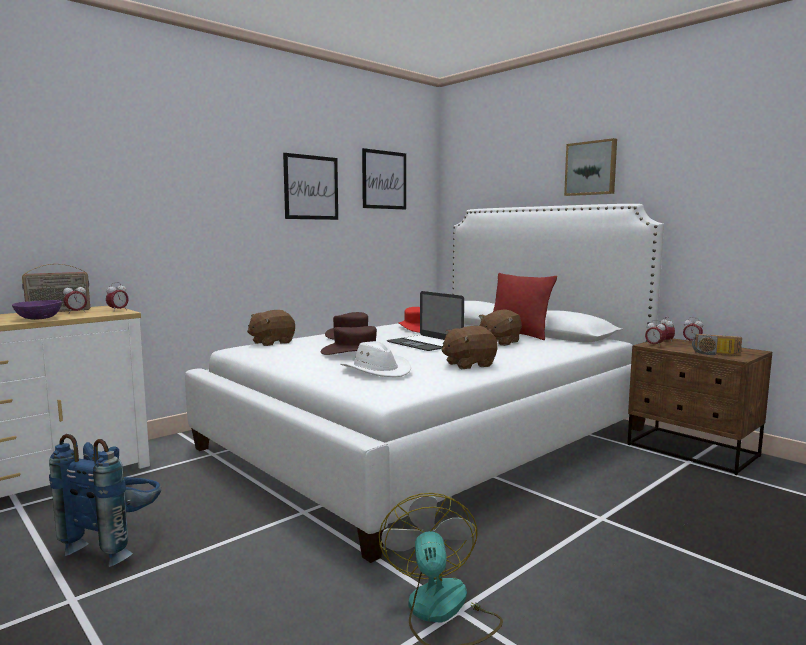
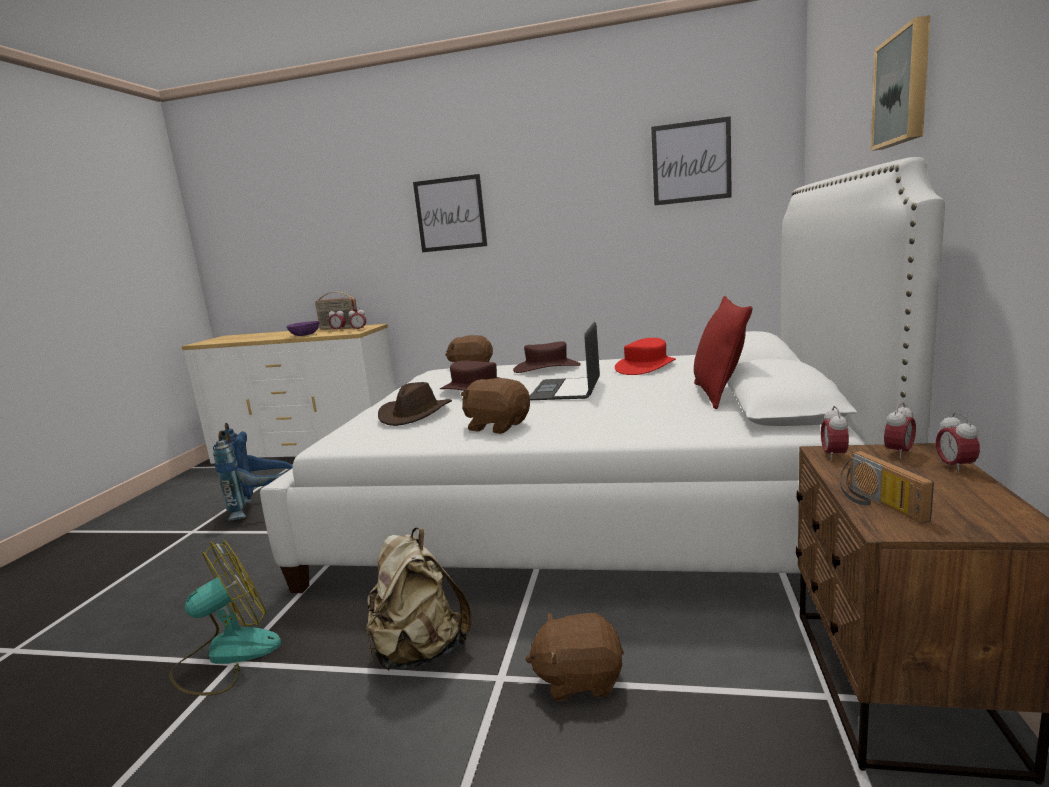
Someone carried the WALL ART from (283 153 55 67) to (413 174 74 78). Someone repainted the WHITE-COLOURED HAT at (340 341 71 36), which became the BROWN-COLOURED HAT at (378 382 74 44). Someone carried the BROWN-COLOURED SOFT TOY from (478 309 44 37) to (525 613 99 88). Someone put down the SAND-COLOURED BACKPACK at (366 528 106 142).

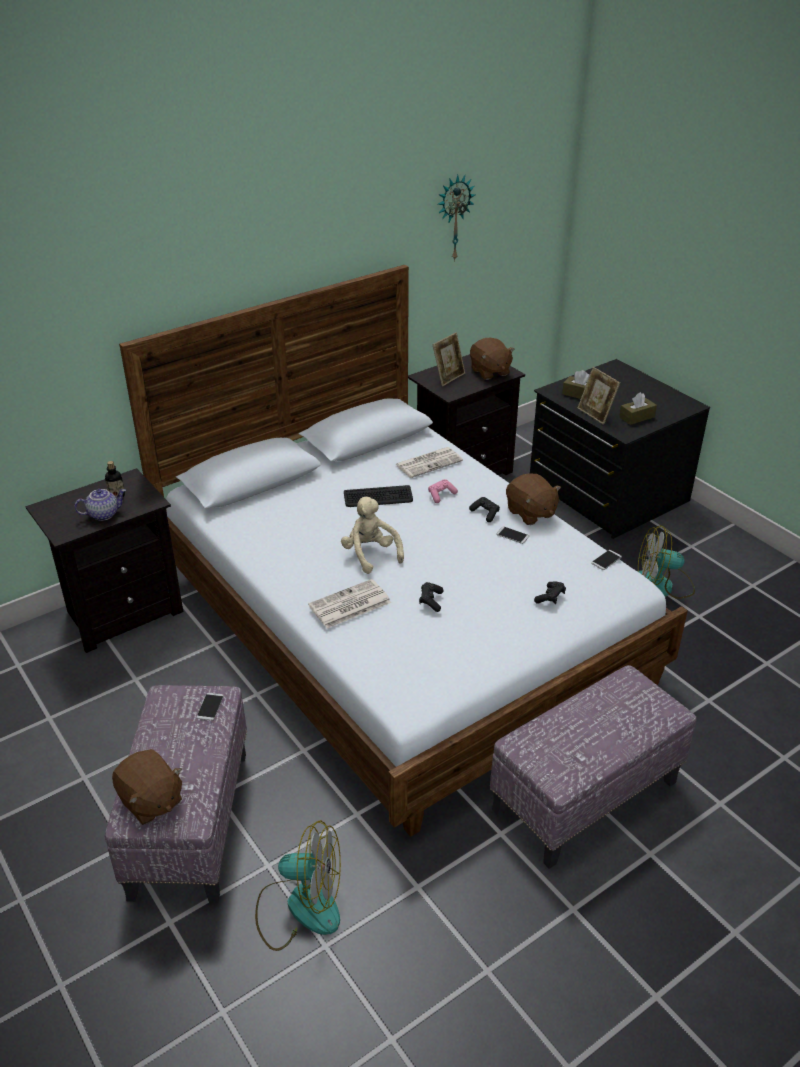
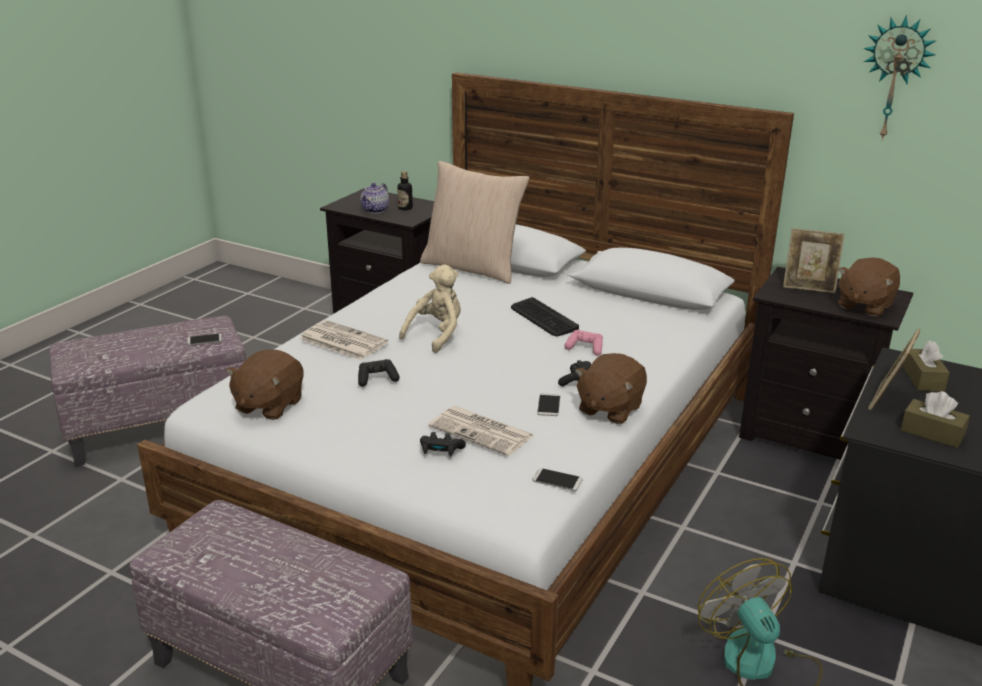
Someone rotated the TEAPOT at (74 489 52 32) by 75 degrees clockwise. Someone carried the BROWN-COLOURED SOFT TOY from (112 749 70 76) to (226 350 78 70). Someone took away the FAN at (255 820 86 131). Someone carried the NEWSPAPER from (395 447 68 31) to (429 406 106 50). Someone put down the SAND-COLOURED PILLOW at (420 161 110 123).

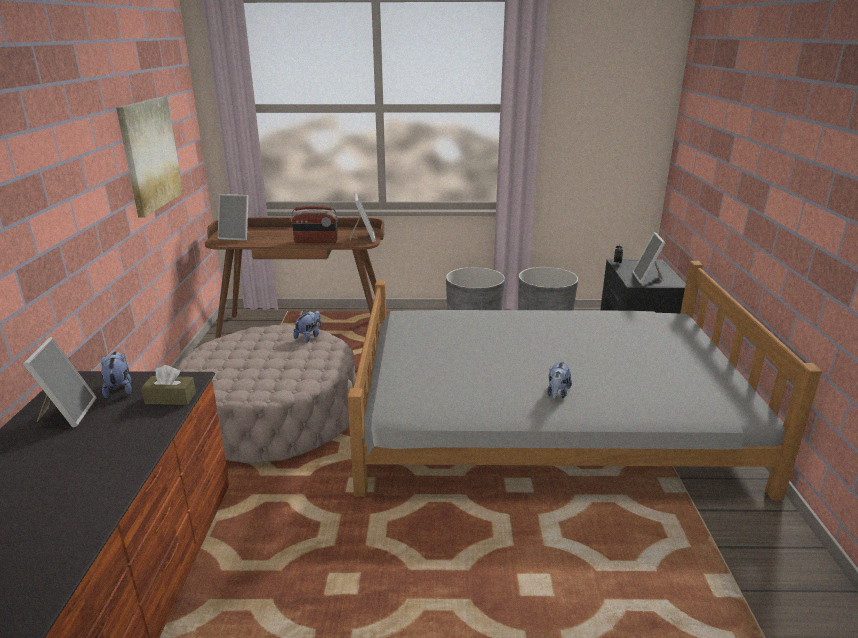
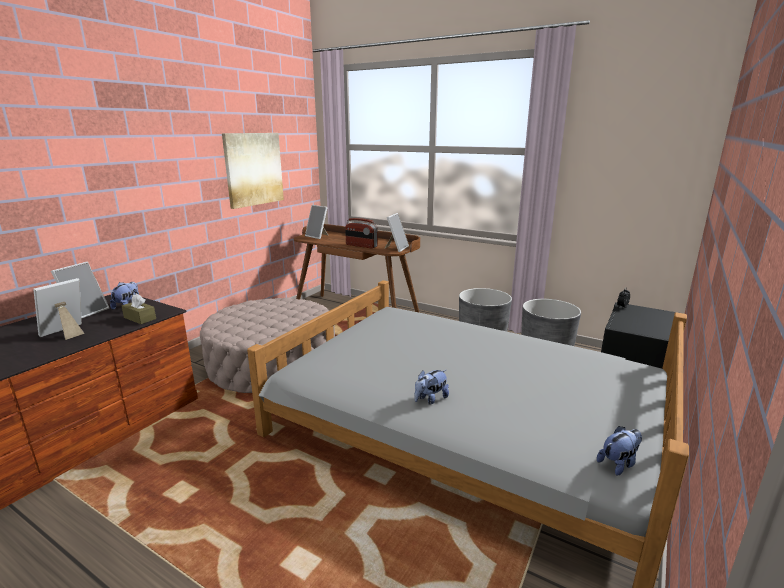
Someone carried the SOFT TOY from (293 310 28 32) to (597 426 45 50). Someone carried the PICTURE FRAME from (632 232 33 52) to (33 278 52 62).

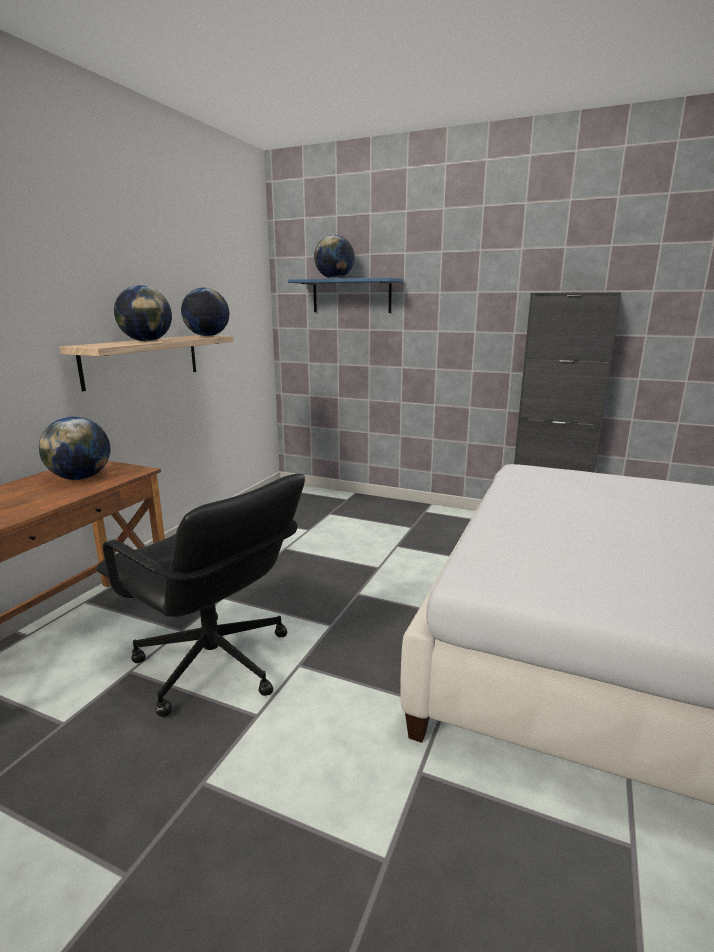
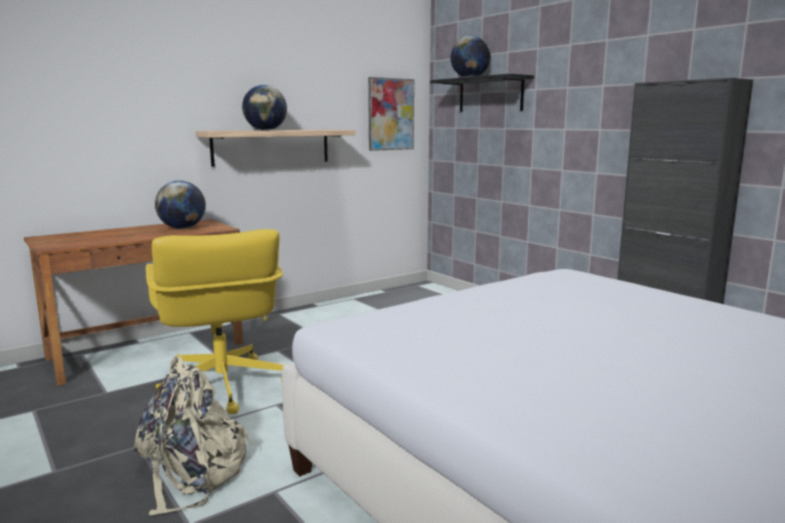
Someone repainted the BLACK DESK CHAIR at (96 474 209 243), which became the YELLOWISH DESK CHAIR at (146 229 139 185). Someone took away the GLOBE at (181 288 48 48). Someone repainted the BLUE WALL SHELF at (288 278 115 35), which became the BLACK WALL SHELF at (430 74 104 38). Someone put down the SAND-COLOURED BACKPACK at (134 356 119 160). Someone put up the WALL ART at (368 77 46 74).

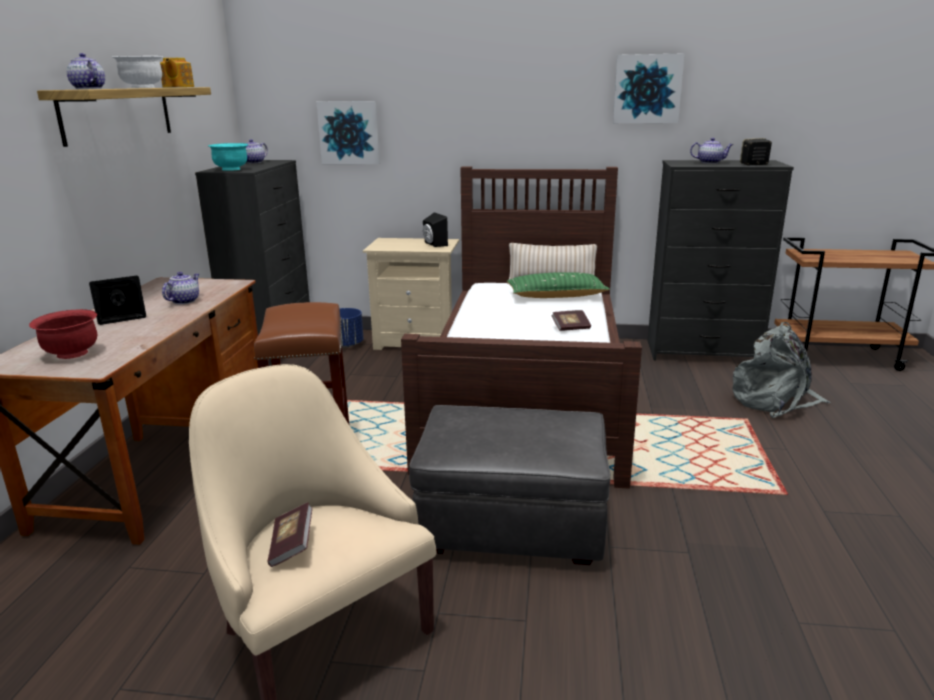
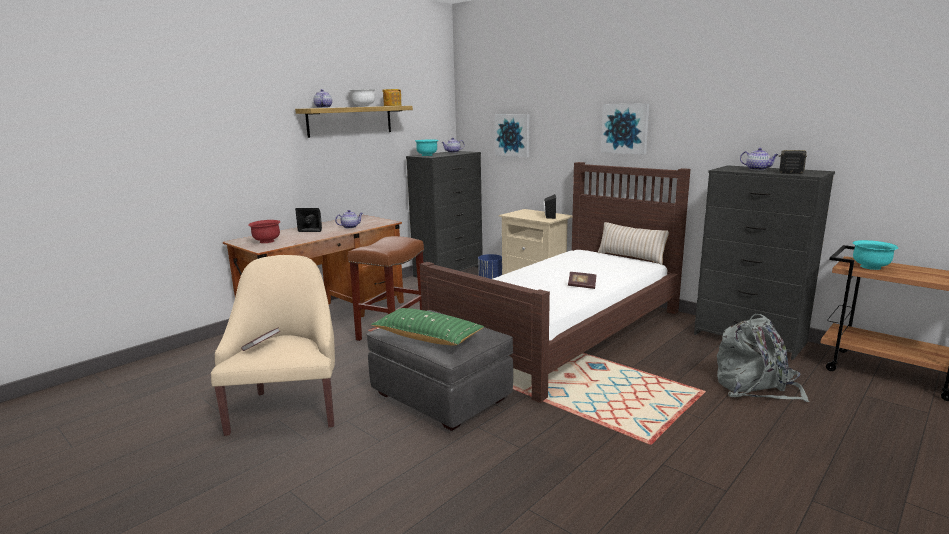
Someone carried the GREENISH PILLOW from (507 272 103 26) to (371 308 113 38). Someone carried the WALL ART from (613 53 72 70) to (601 103 48 51). Someone put down the TURQUOISE BOWL at (853 240 45 30).

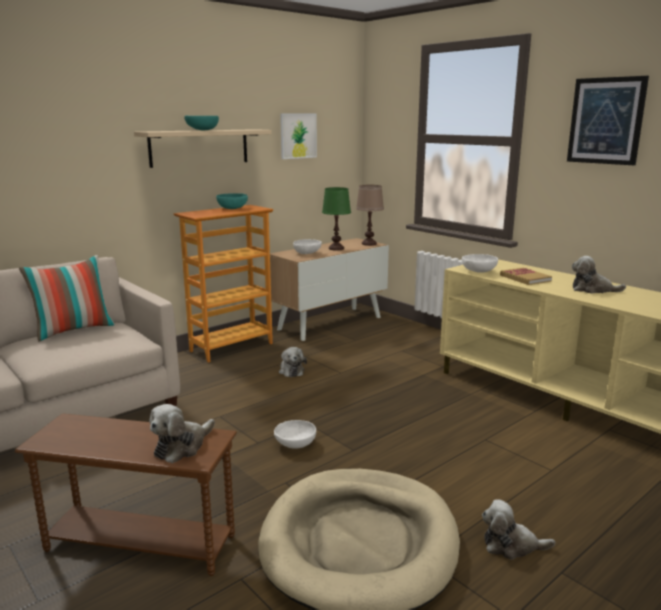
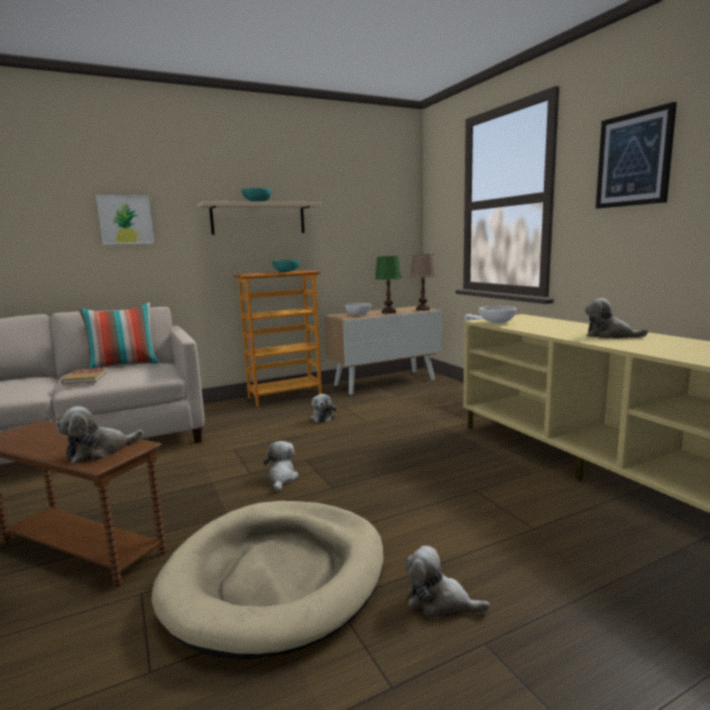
Someone swapped the WHITE-COLOURED BOWL at (274 420 42 29) for the SOFT TOY at (263 441 36 50). Someone carried the WALL ART from (280 113 37 46) to (96 195 58 50). Someone carried the BOOK from (500 268 52 17) to (61 367 46 18).

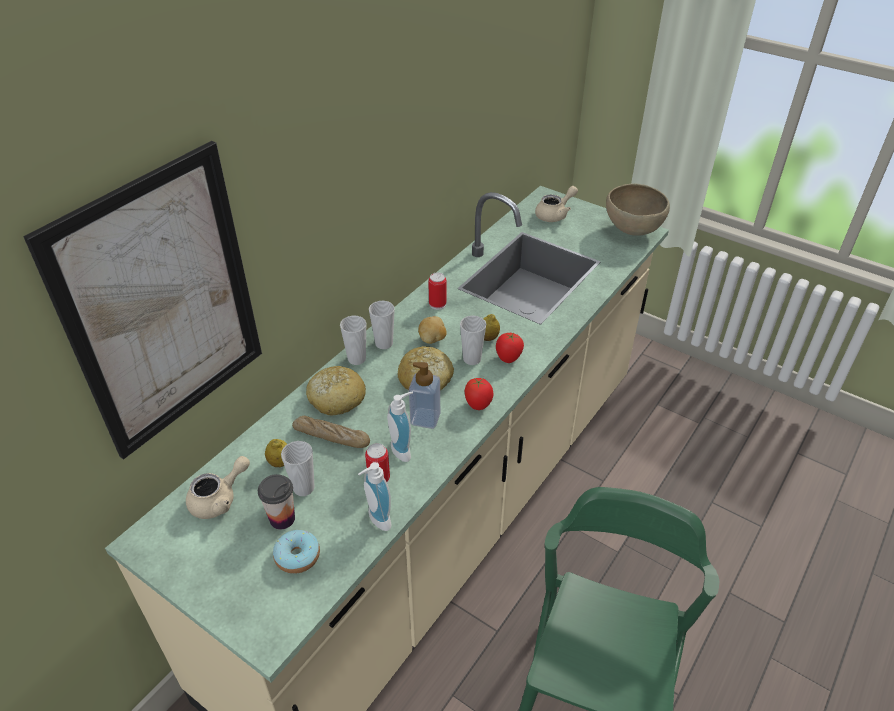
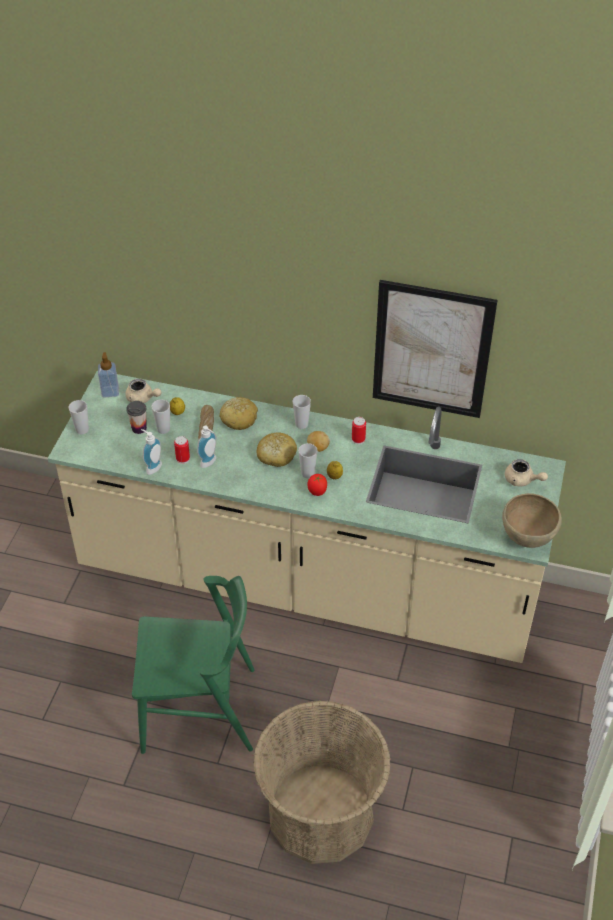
Someone carried the WALL ART from (23 141 239 319) to (373 280 125 138). Someone took away the DONUT at (273 530 47 44). Someone carried the SMALL CUP from (340 316 26 49) to (68 400 21 34). Someone carried the SOAP BOTTLE from (409 362 31 67) to (98 352 21 46). Someone took away the WHOLE TOMATO at (465 378 28 32). Someone put down the BASKET at (253 701 138 163).

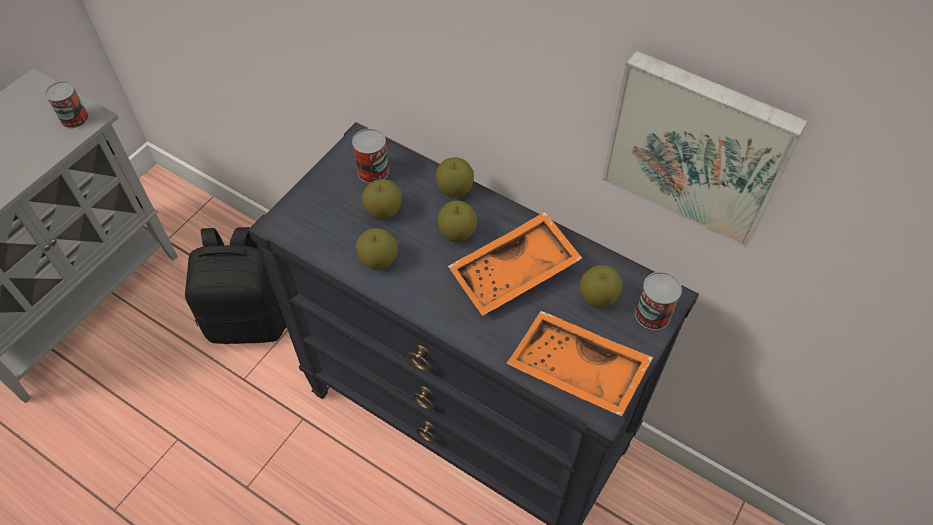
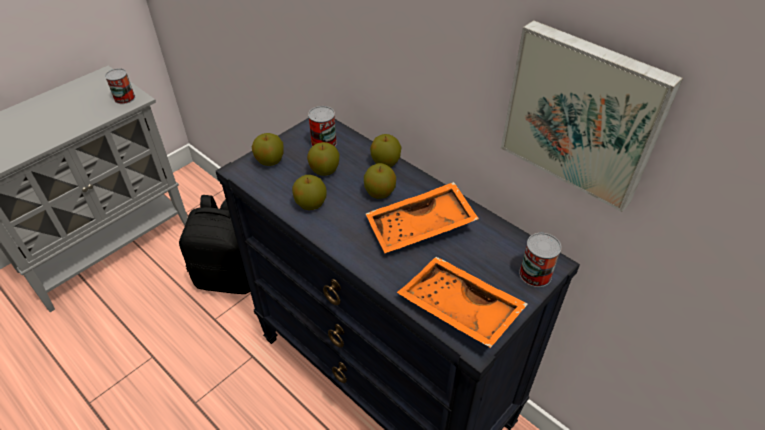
Someone carried the APPLE FRUIT from (580 265 42 43) to (252 133 32 33).

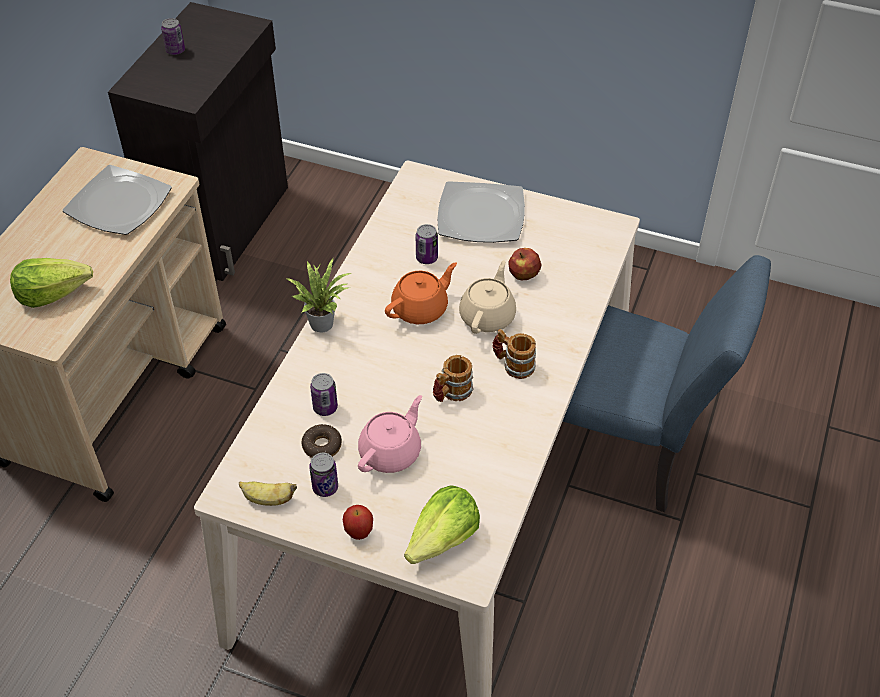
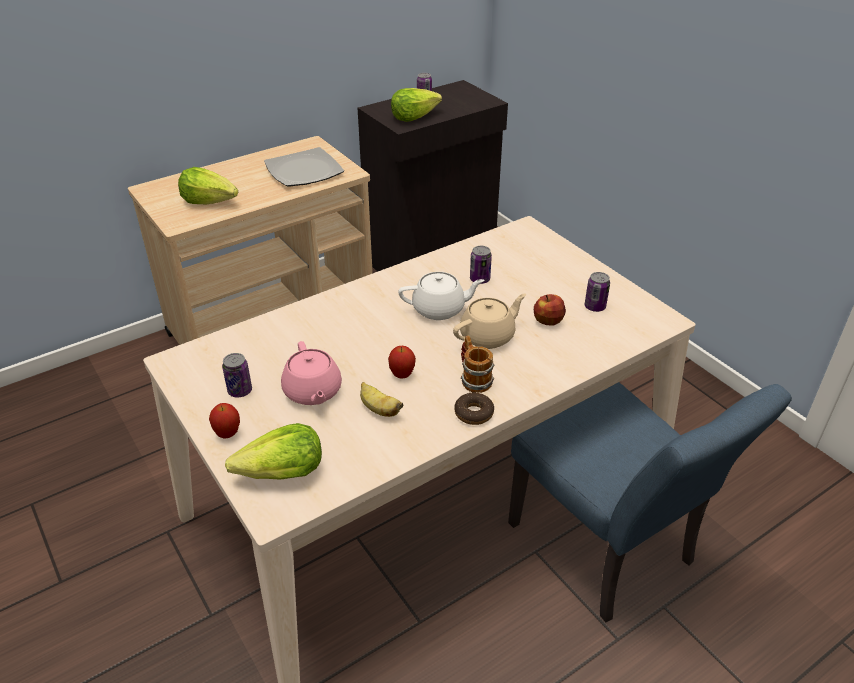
Someone carried the WHOLE BANANA from (239 482 58 24) to (360 382 43 35). Someone took away the HOUSEPLANT at (287 258 64 75). Someone carried the DONUT from (302 424 40 34) to (454 392 40 33). Someone carried the METAL CAN from (310 373 28 43) to (585 272 25 40). Someone rotated the PINKISH TEAPOT at (358 395 64 78) by 90 degrees clockwise. Someone repainted the ORANGEY TEAPOT at (385 262 72 62), which became the WHITE-COLOURED TEAPOT at (398 272 87 48). Someone swapped the COFFEE MUG at (433 355 40 47) for the APPLE FRUIT at (388 346 28 33). Someone took away the DINNER PLATE at (438 181 87 62). Someone put down the LETTUCE at (391 88 51 34).

